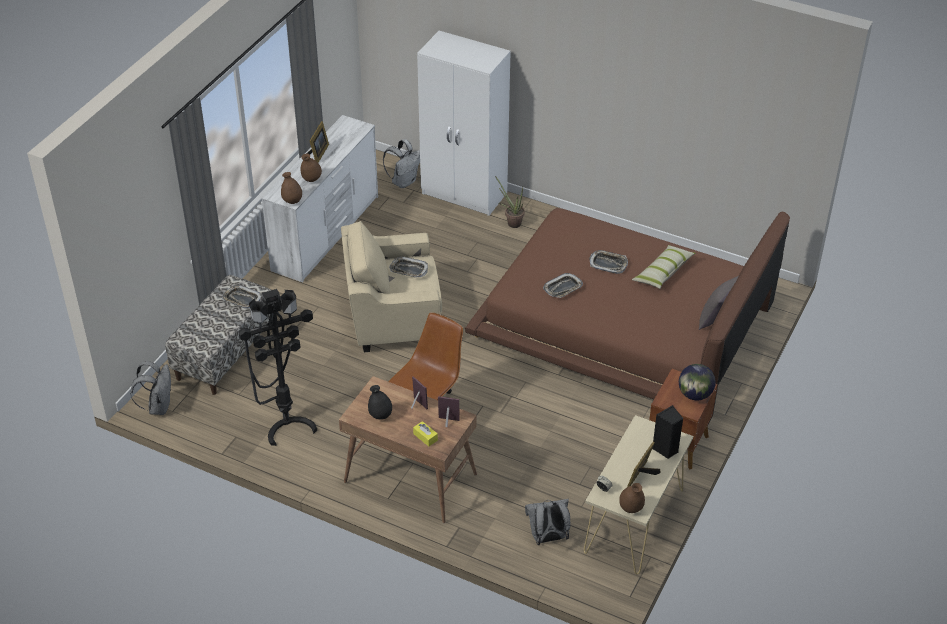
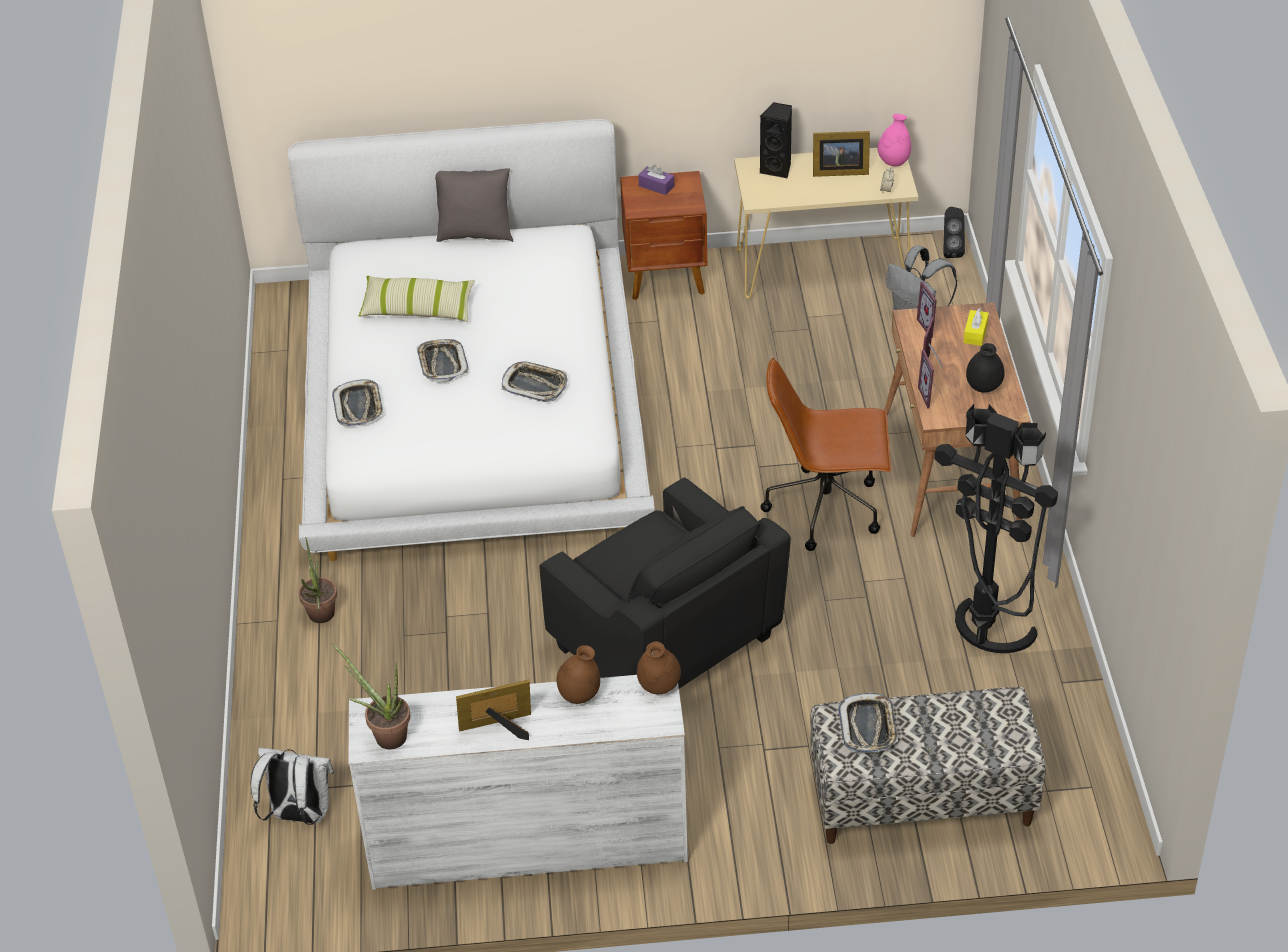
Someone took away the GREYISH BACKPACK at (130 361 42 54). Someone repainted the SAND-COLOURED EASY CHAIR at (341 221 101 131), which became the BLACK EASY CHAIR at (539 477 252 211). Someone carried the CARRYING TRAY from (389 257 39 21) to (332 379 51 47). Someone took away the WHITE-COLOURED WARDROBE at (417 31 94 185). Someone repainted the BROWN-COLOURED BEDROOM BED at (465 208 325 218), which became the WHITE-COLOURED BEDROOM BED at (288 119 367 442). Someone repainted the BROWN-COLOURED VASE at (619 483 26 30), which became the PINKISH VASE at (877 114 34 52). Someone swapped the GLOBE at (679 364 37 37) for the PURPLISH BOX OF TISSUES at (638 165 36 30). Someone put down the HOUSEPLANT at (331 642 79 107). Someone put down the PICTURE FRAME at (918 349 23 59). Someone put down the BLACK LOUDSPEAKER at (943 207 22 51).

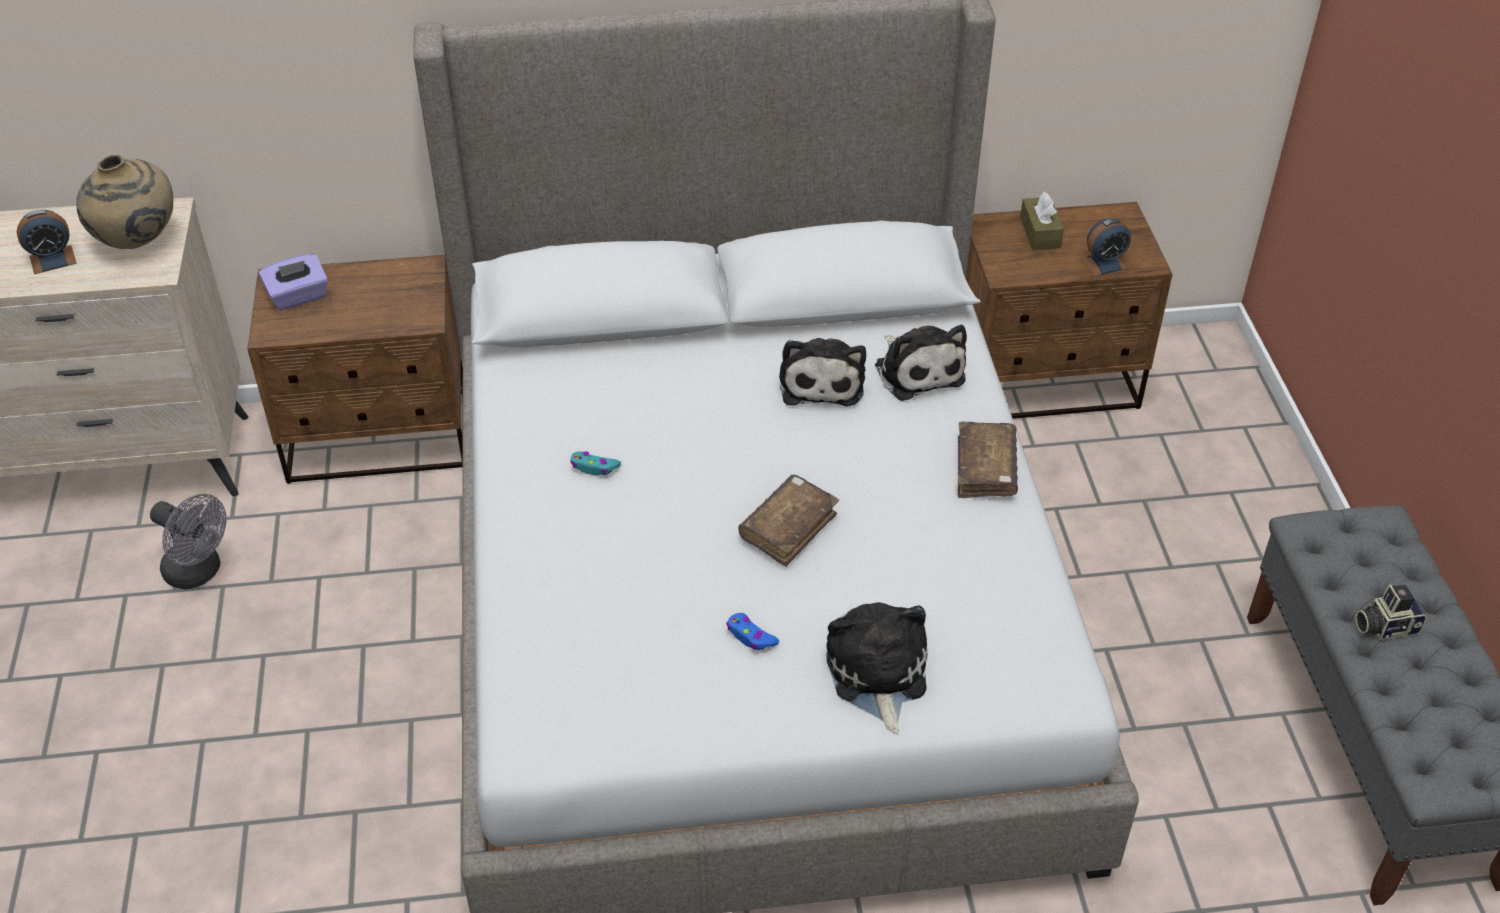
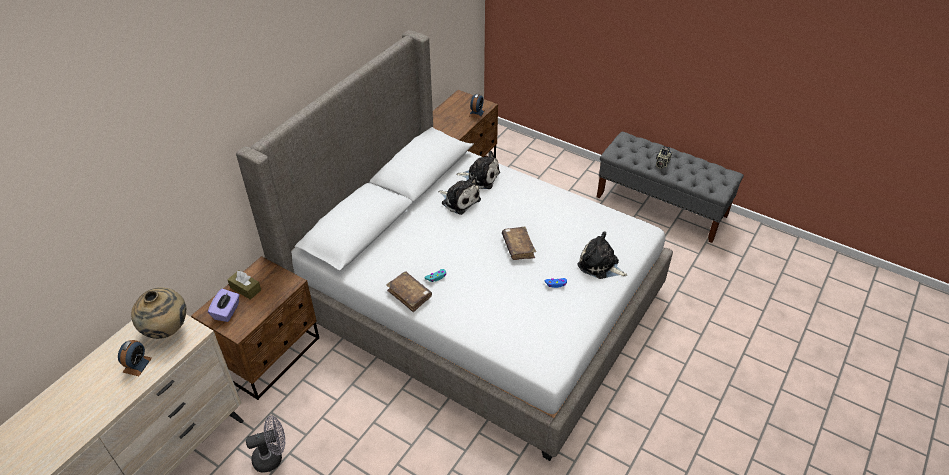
Someone carried the BROWN-COLOURED BOOK from (958 422 60 76) to (386 271 46 41). Someone carried the BROWN-COLOURED BOX OF TISSUES from (1020 192 44 58) to (227 270 34 30).

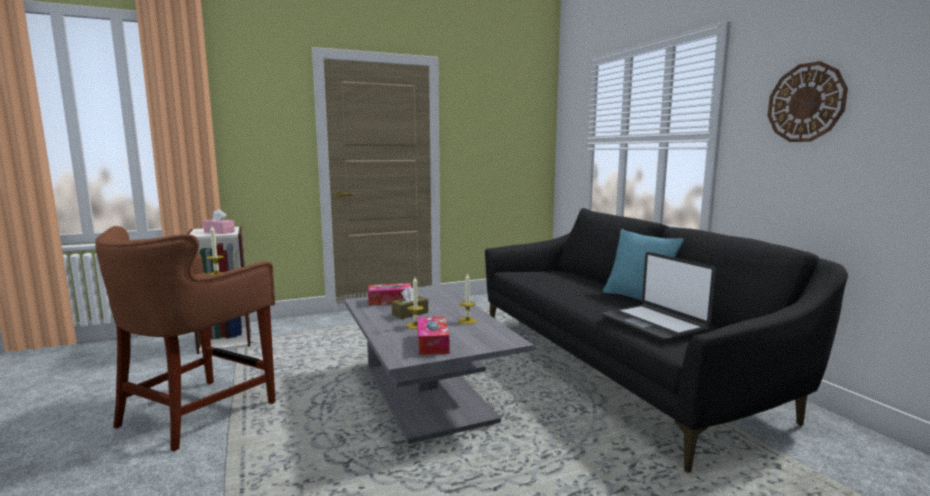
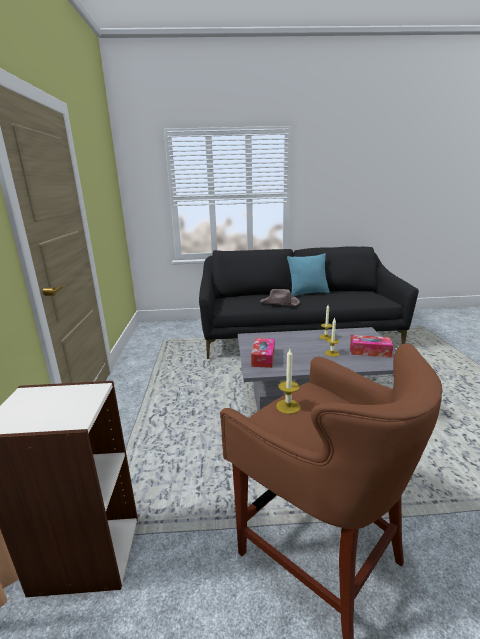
Someone took away the PINKISH BOX OF TISSUES at (203 209 32 25). Someone took away the BROWN-COLOURED BOX OF TISSUES at (392 286 36 33). Someone took away the NOTEBOOK COMPUTER at (602 252 114 89). Someone took away the HANGING CLOCK at (768 61 80 81). Someone put down the BROWN-COLOURED HAT at (260 289 40 17).

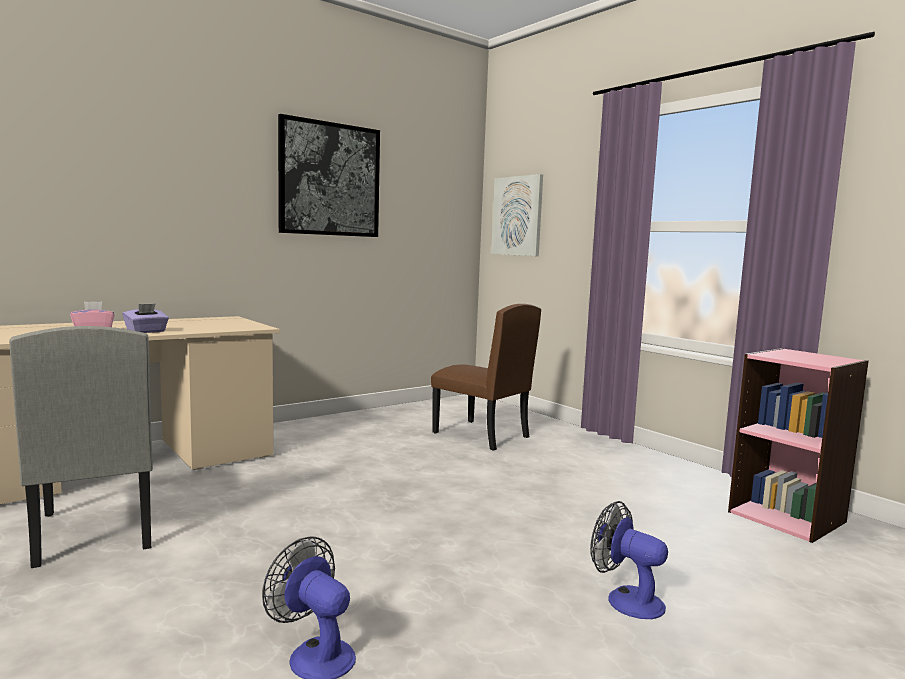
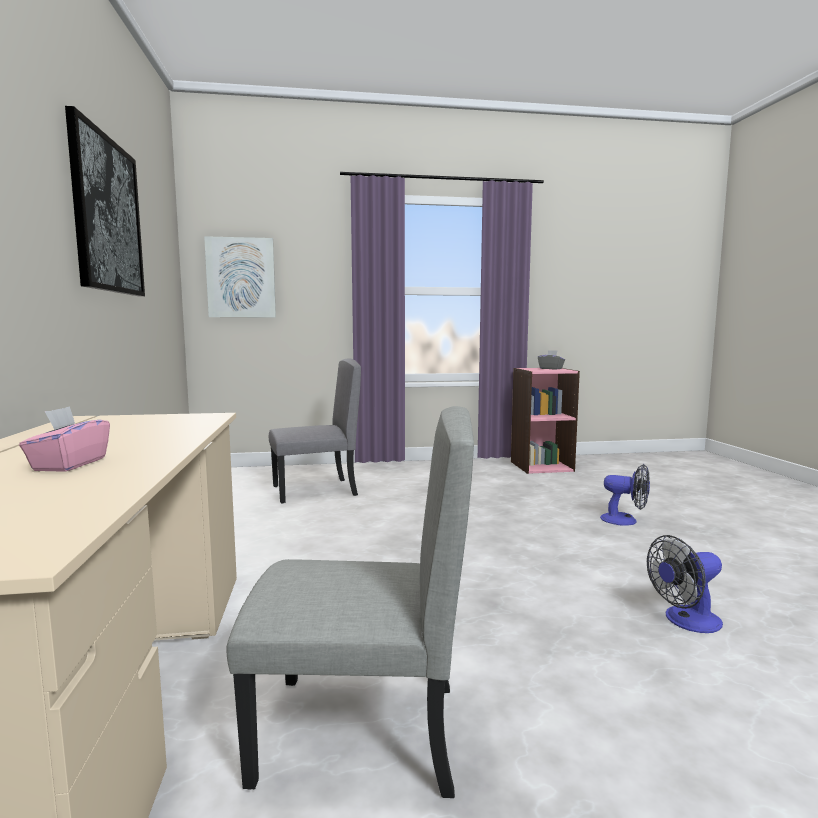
Someone took away the PURPLISH BOX OF TISSUES at (123 303 46 30). Someone repainted the BROWN-COLOURED PLAIN CHAIR at (431 304 110 147), which became the GREYISH PLAIN CHAIR at (268 359 93 145). Someone rotated the FAN at (590 501 78 118) by 135 degrees counterclockwise. Someone put down the GREYISH BOX OF TISSUES at (538 350 27 19).

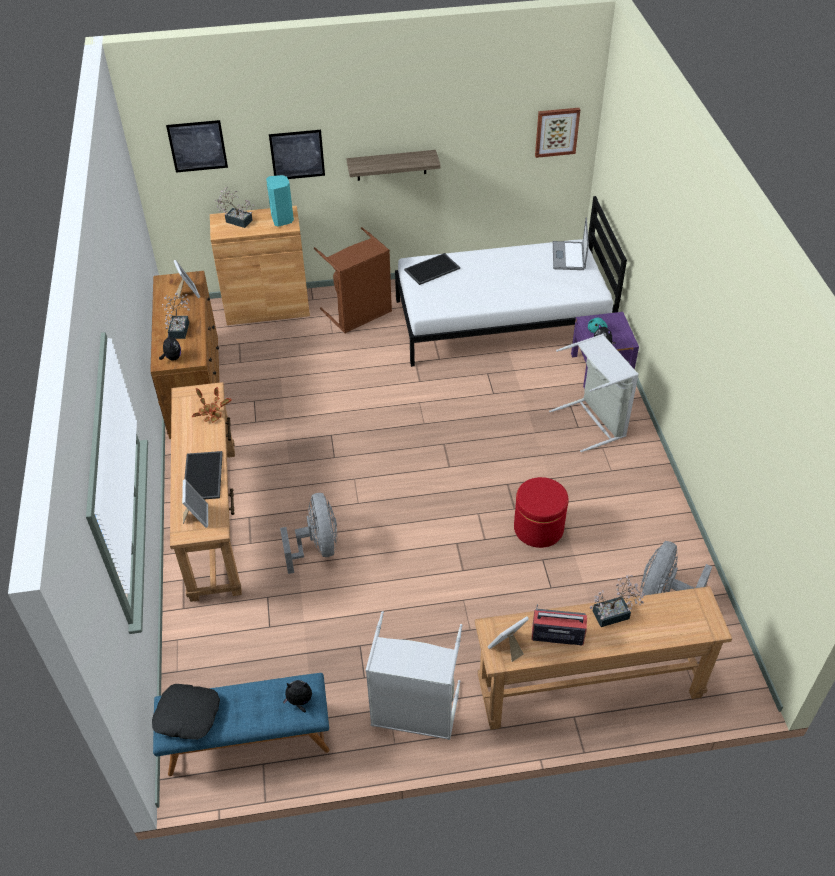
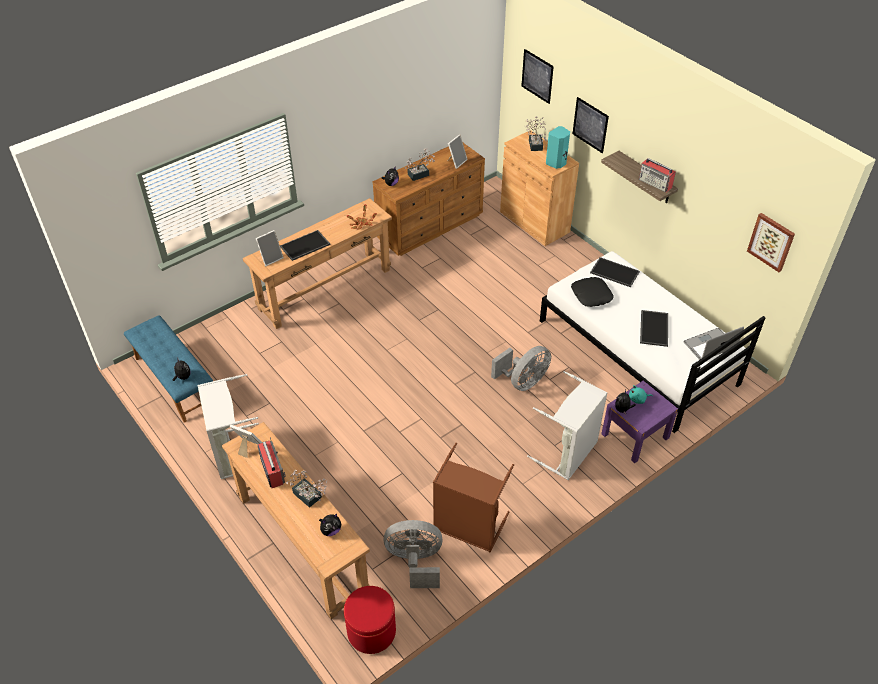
Someone carried the BLACK PILLOW from (152 684 68 56) to (571 277 43 30). Someone carried the GREYISH FAN from (280 493 57 81) to (491 346 60 45). Someone carried the BROWN-COLOURED WASHING BASKET from (314 227 78 107) to (433 443 81 109). Someone carried the REDDISH FOOTREST from (514 477 55 71) to (344 586 52 68). Someone put down the SOFT TOY at (319 514 22 22). Someone put down the RADIO SET at (639 158 37 34). Someone put down the CARRYING TRAY at (640 310 28 37).

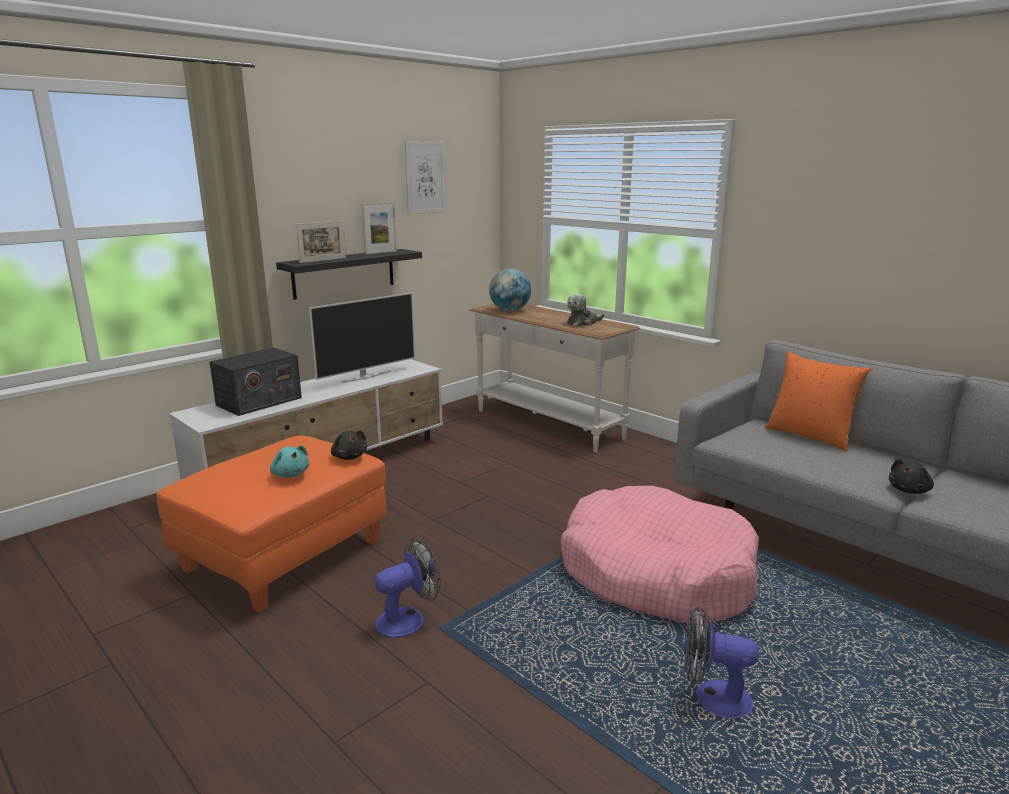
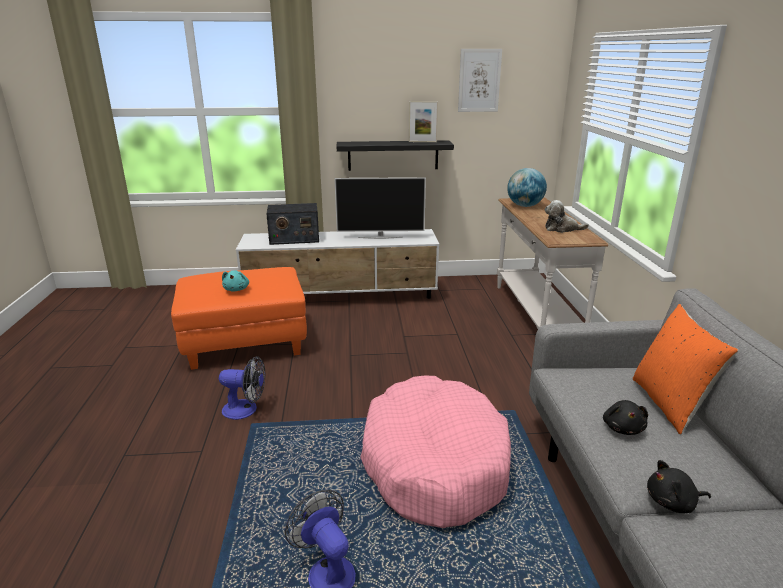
Someone took away the PICTURE FRAME at (296 221 50 42). Someone carried the BLACK SOFT TOY from (331 430 36 30) to (603 400 45 35).

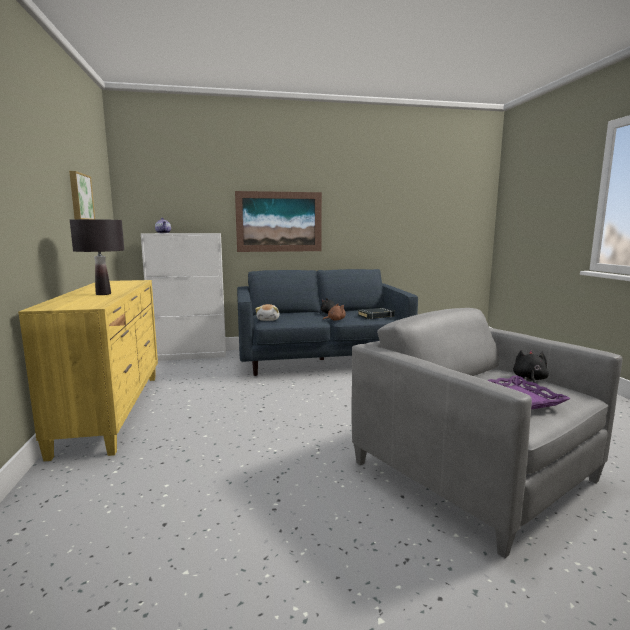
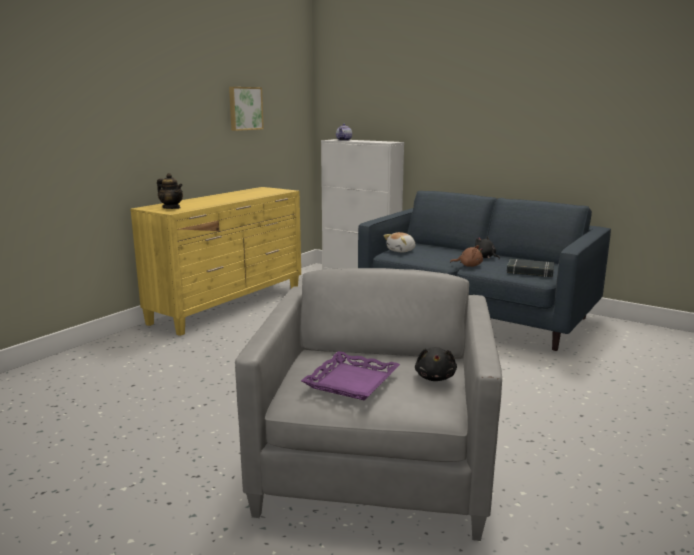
Someone took away the BLACK TABLETOP LAMP at (70 219 54 76). Someone took away the WALL ART at (235 191 87 61). Someone rotated the BLACK SOFT TOY at (513 350 36 33) by 120 degrees clockwise. Someone put down the TEAPOT at (157 173 26 36).

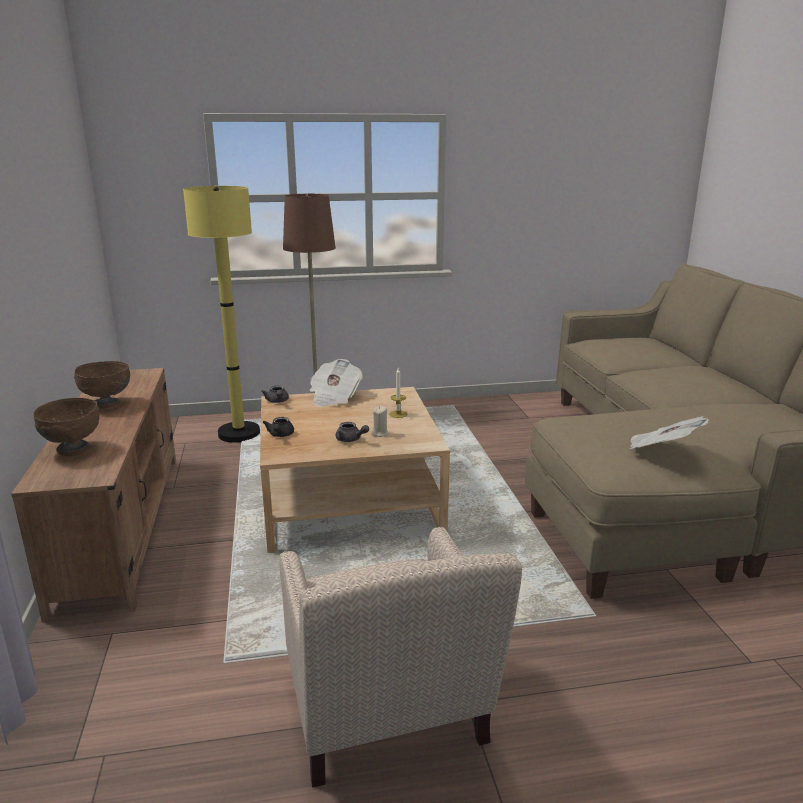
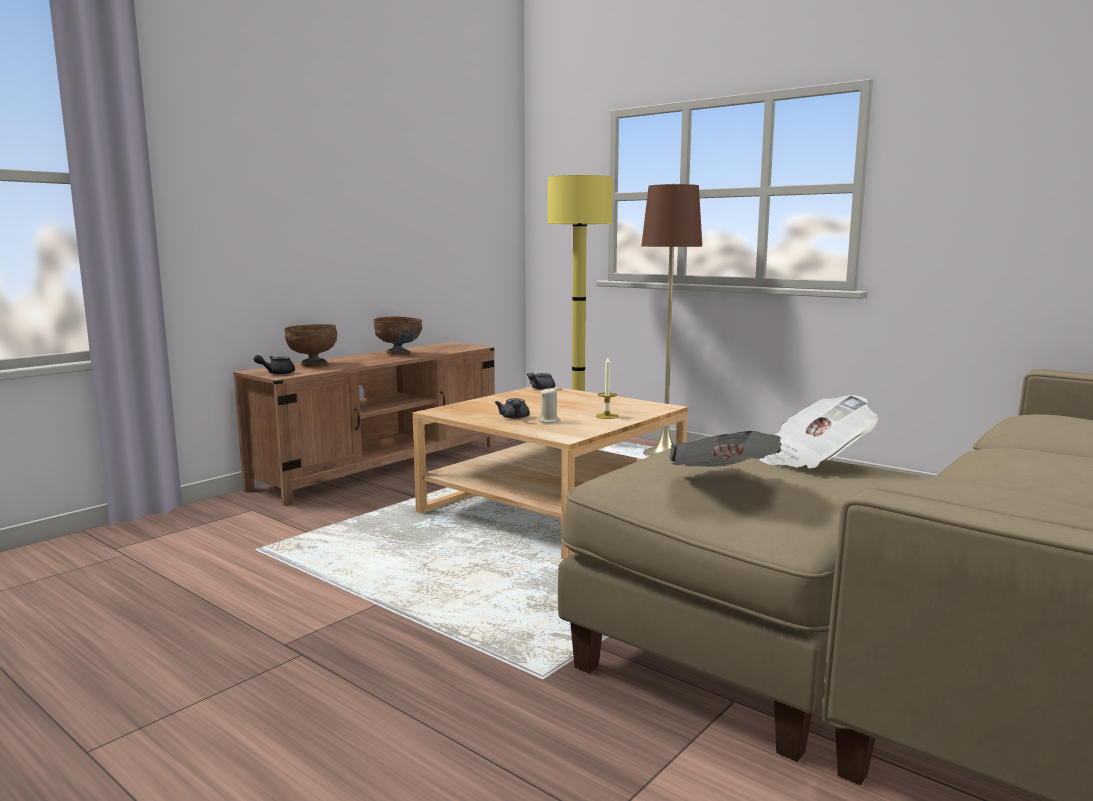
Someone carried the BLACK TEAPOT from (263 417 31 20) to (254 355 41 20). Someone took away the SAND-COLOURED EASY CHAIR at (279 527 243 261). Someone carried the NEWSPAPER from (310 359 53 48) to (760 395 118 73).

